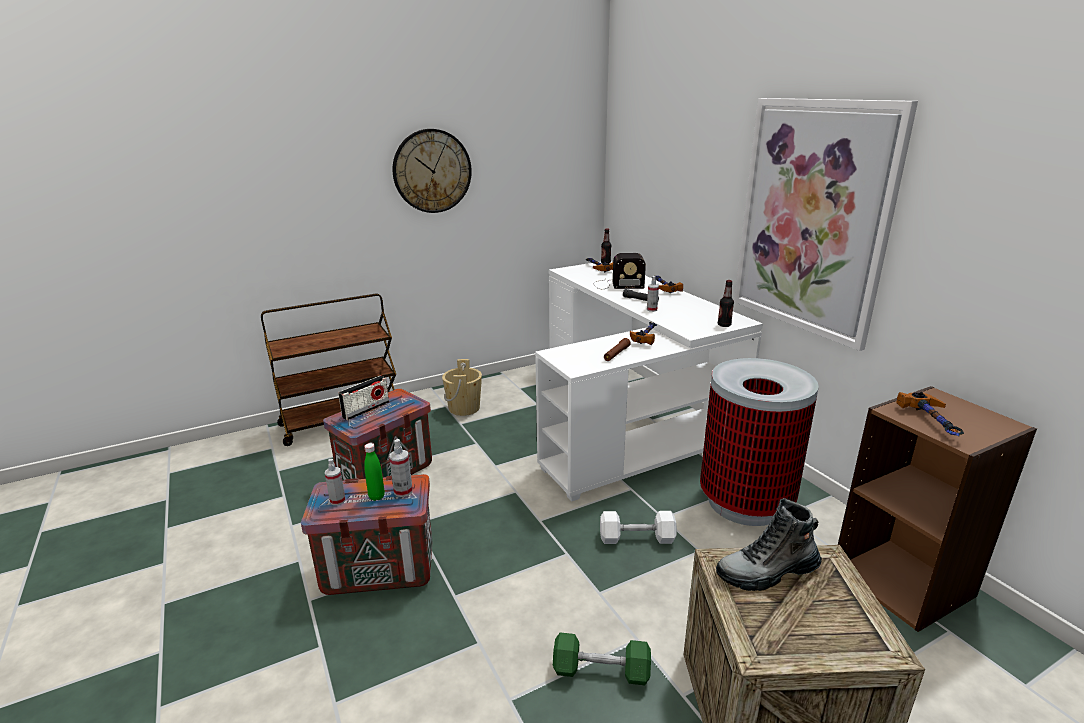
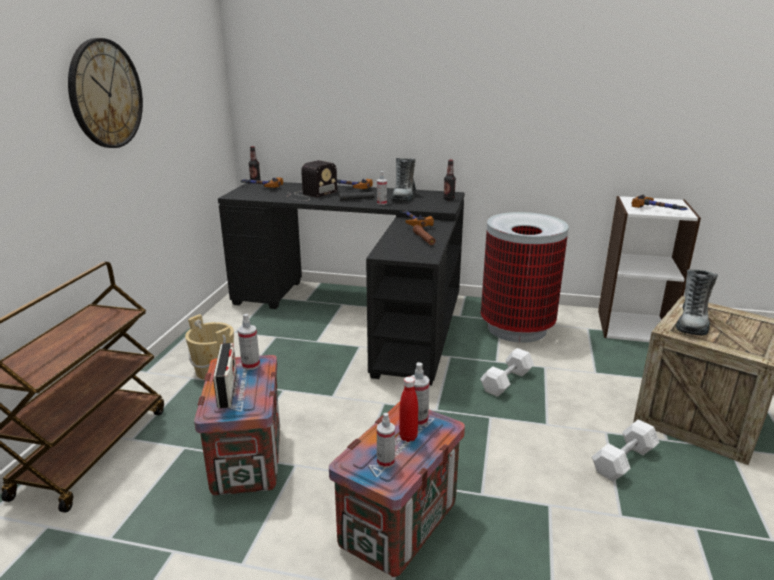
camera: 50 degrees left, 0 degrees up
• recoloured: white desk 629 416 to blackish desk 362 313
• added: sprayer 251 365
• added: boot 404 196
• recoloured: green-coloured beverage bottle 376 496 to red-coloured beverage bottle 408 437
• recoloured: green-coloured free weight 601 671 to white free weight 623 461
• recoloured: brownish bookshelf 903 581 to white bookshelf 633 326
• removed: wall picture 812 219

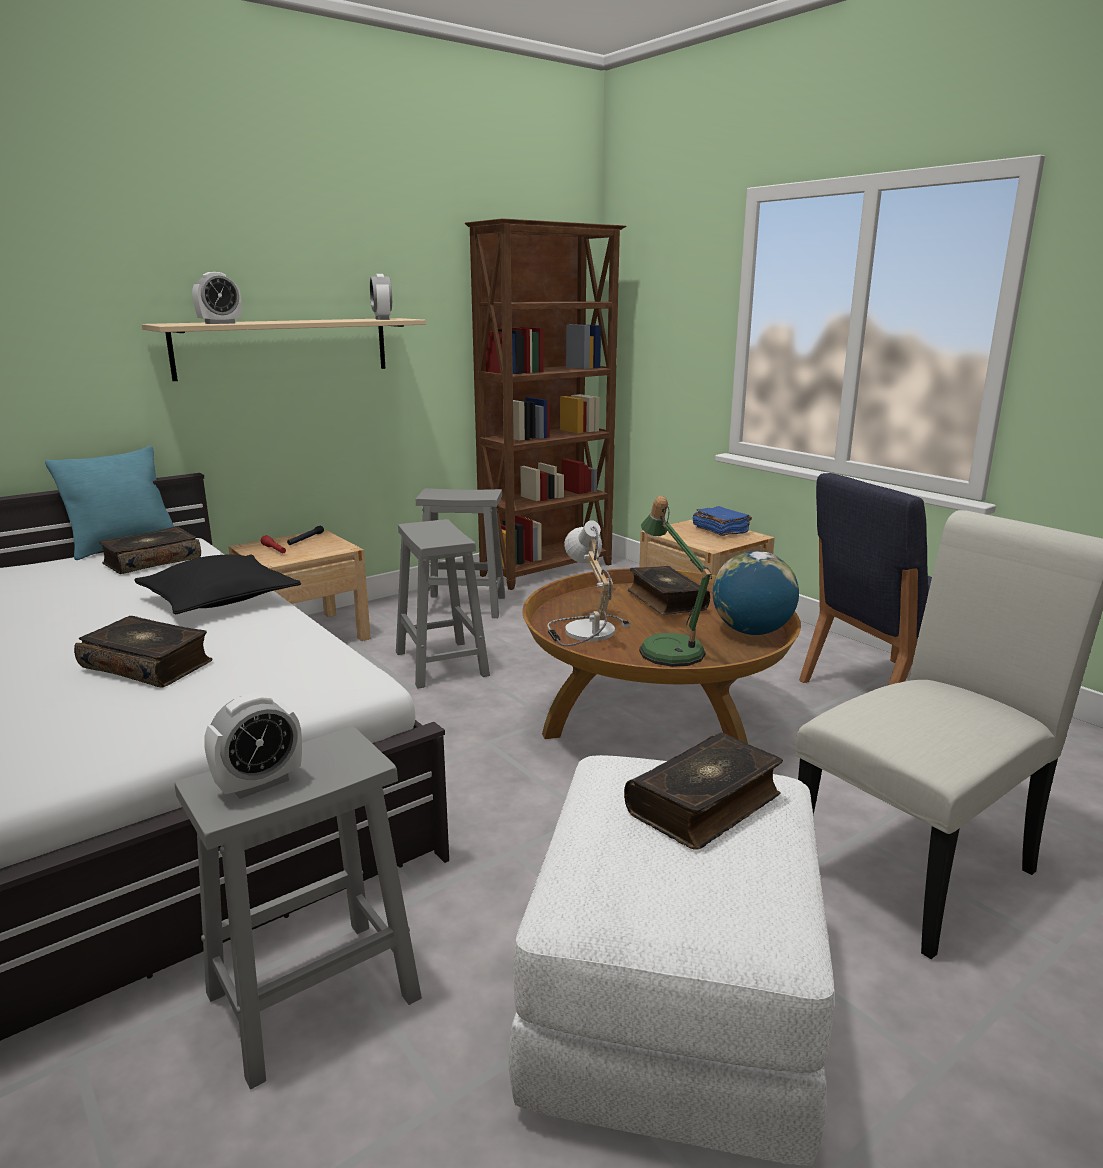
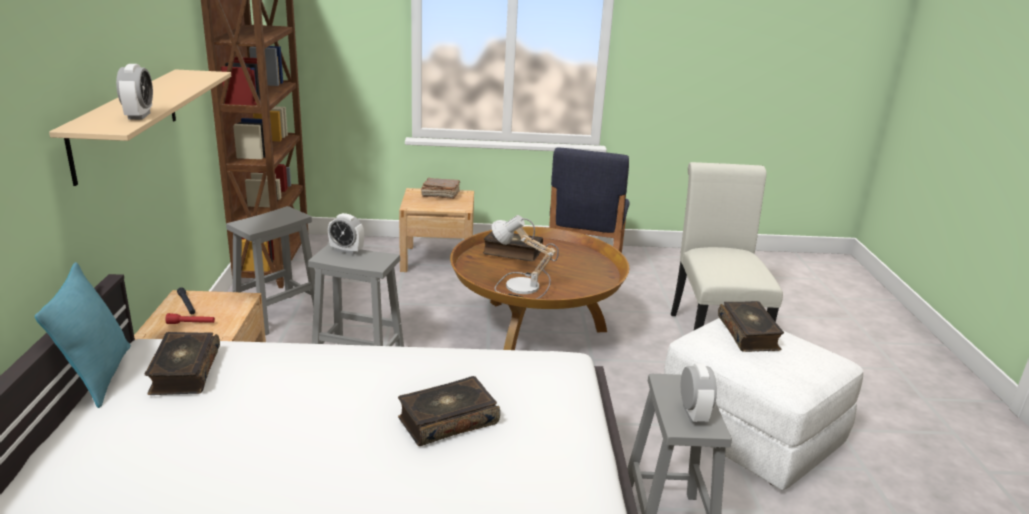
camera: 55 degrees left, 5 degrees up
• moved: alarm clock 382 319 to 346 250
• recoloured: blue volume 720 530 to brownish volume 440 195
• removed: blackish throw pillow 219 600
• removed: table lamp 668 648
• removed: globe 751 632

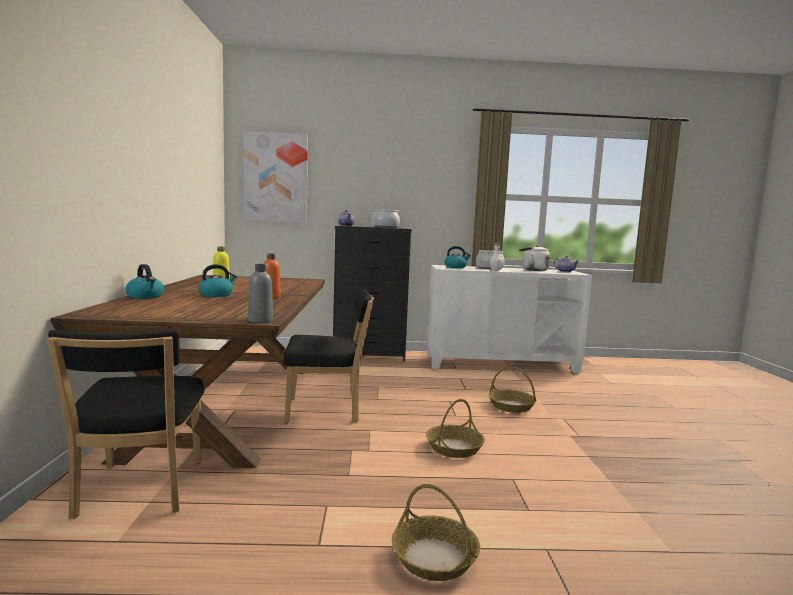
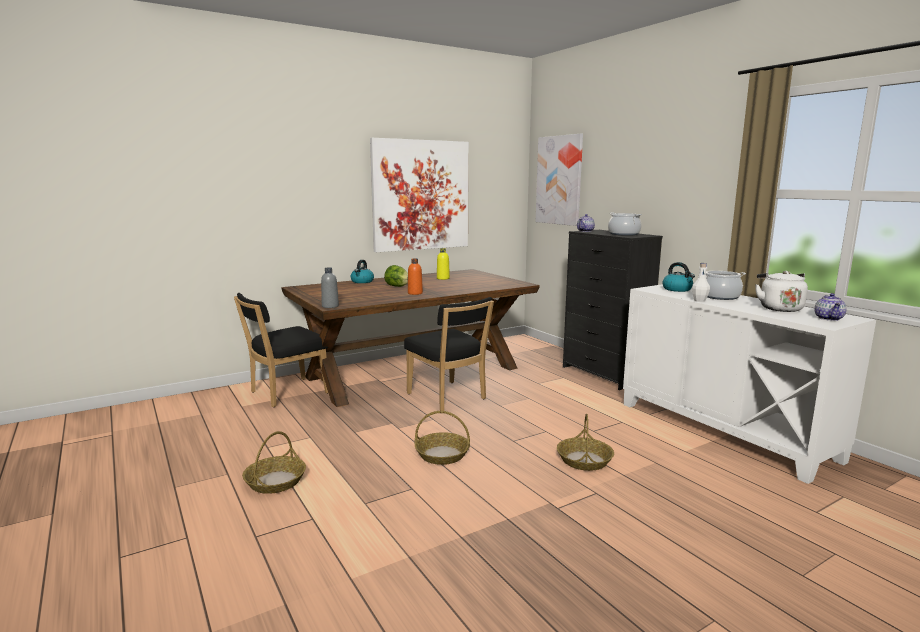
camera: 60 degrees right, 5 degrees up
• added: wall picture 421 195
• replaced: kettle 216 295 to lettuce 397 286

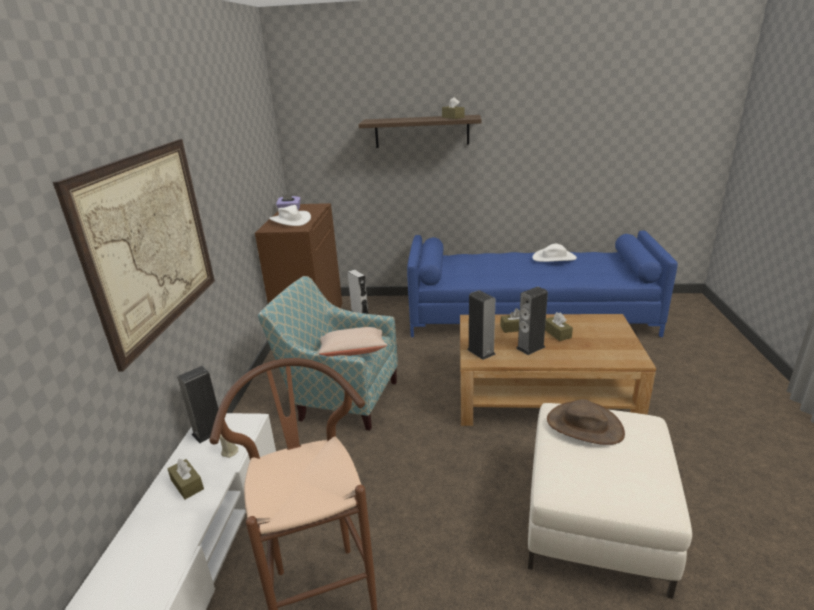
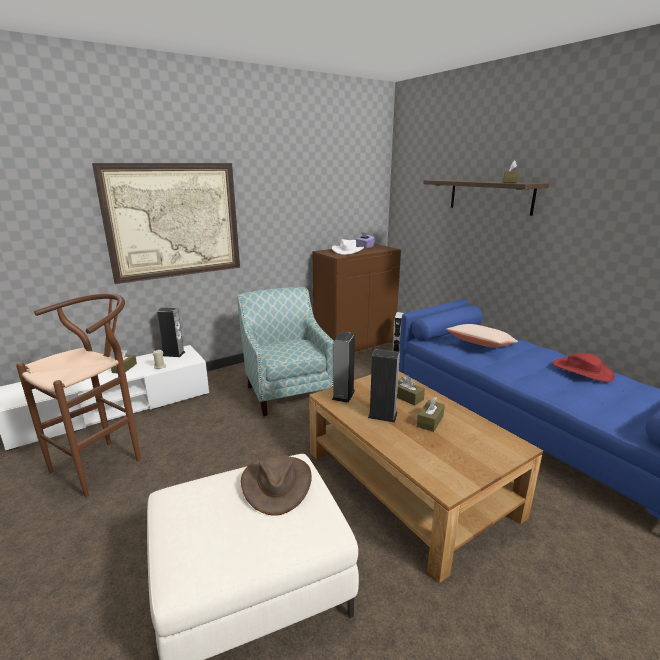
camera: 50 degrees right, 5 degrees down
• moved: beige-coloured throw pillow 353 353 to 480 345
• recoloured: white wearable hat 554 258 to red-coloured wearable hat 582 370

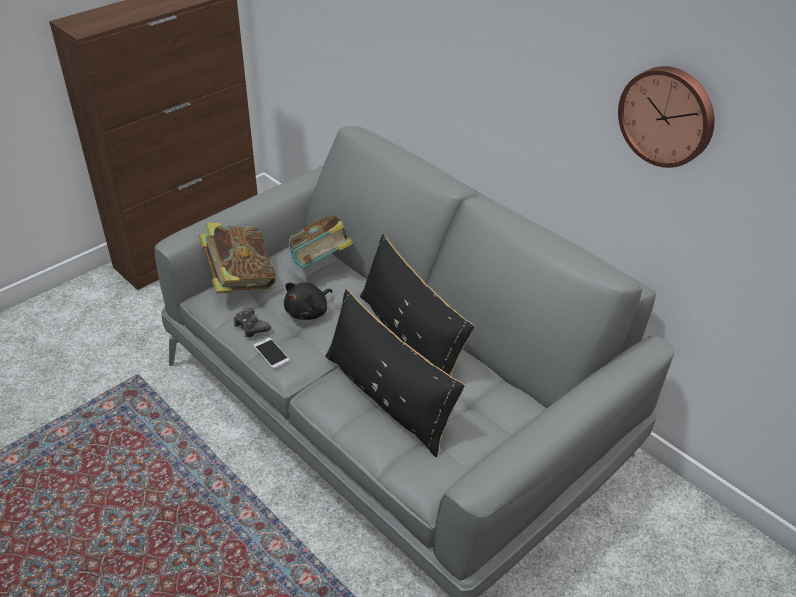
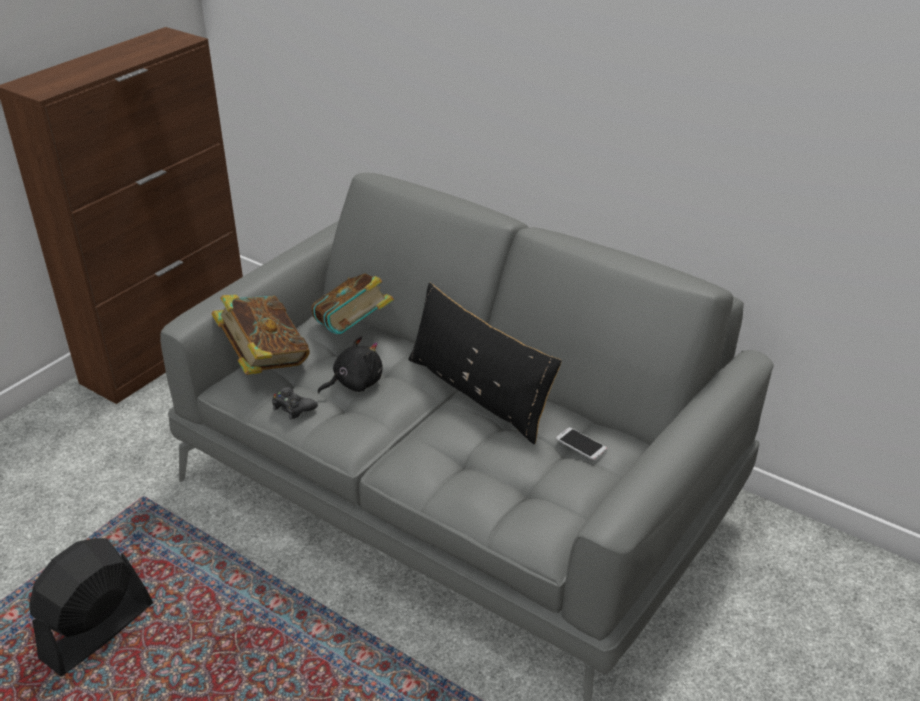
camera: 10 degrees left, 5 degrees down
• added: blackish electric fan 97 631
• turned: blackish cuddly toy 308 312 = 354 383 150 degrees counterclockwise
• moved: telephone 271 353 to 581 444
• removed: blackish throw pillow 387 397
• removed: hanging clock 668 115

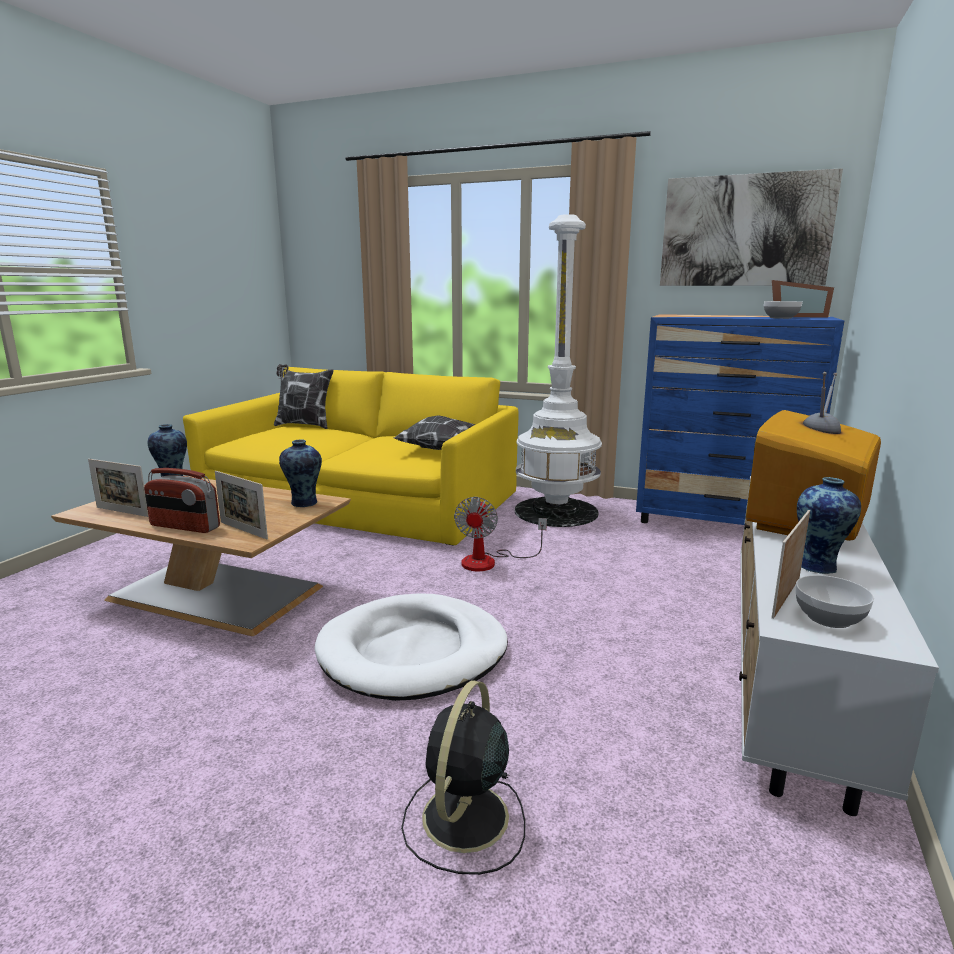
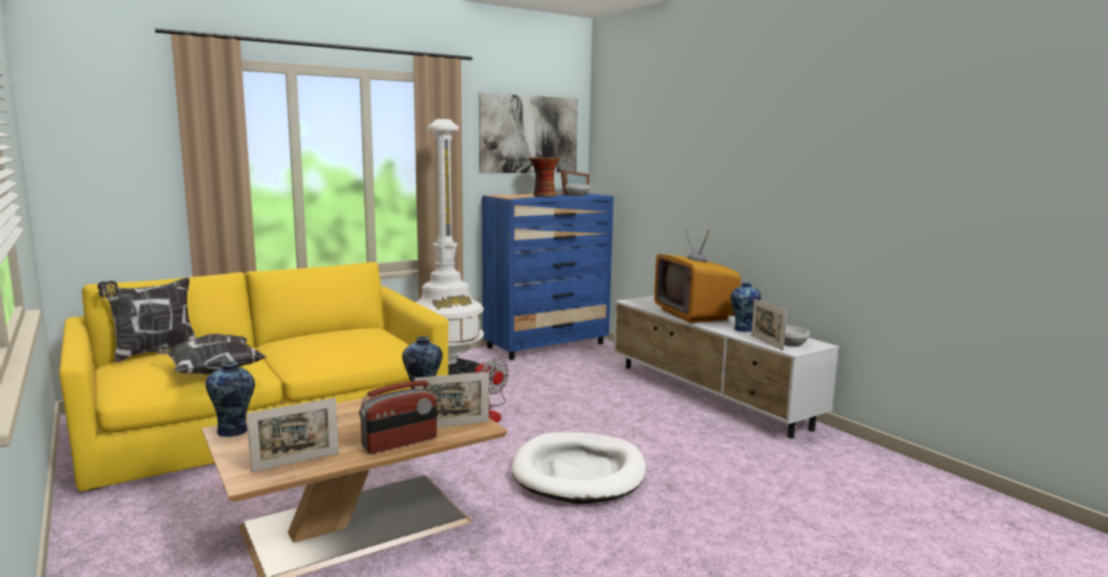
camera: 55 degrees left, 5 degrees down
• moved: throw pillow 438 449 to 212 373
• added: vase 543 196
• removed: blackish electric fan 464 820

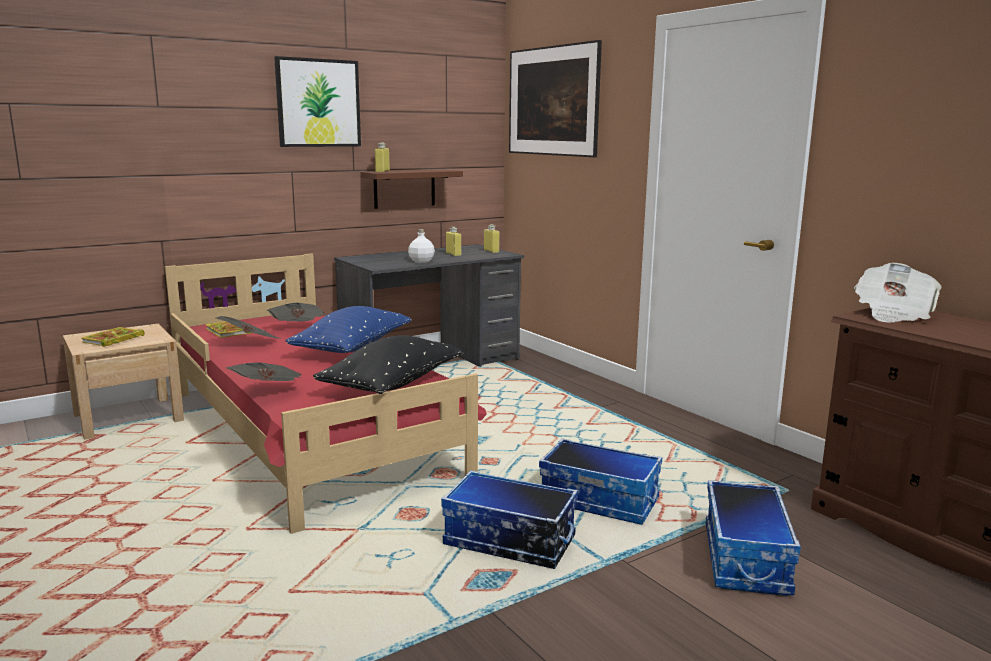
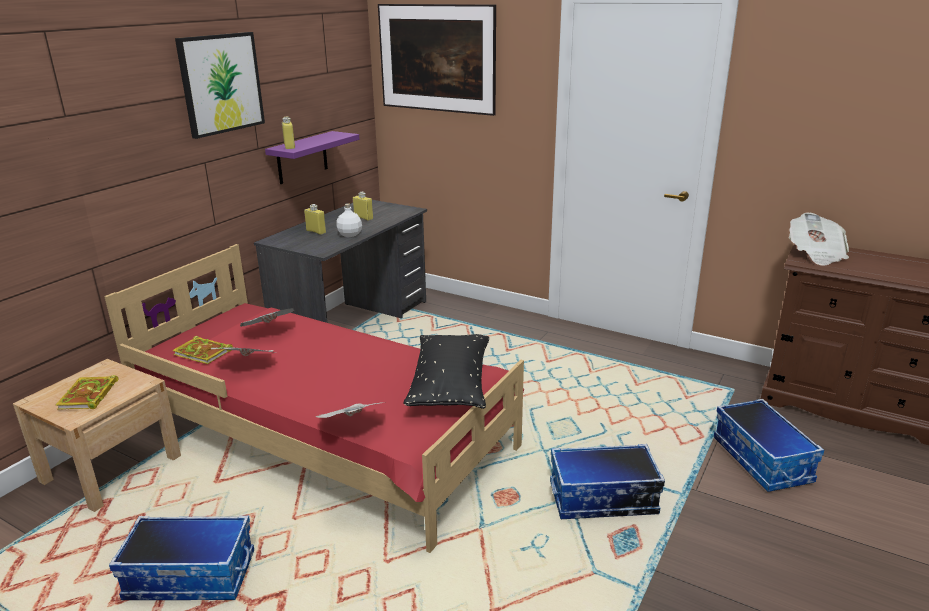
camera: 25 degrees left, 10 degrees up
• moved: storage box 600 501 to 192 575
• recoloured: brownish bracket shelf 404 188 to purple bracket shelf 302 158
• moved: yellow-coloured beverage bottle 491 251 to 316 232
• removed: blue throw pillow 352 348

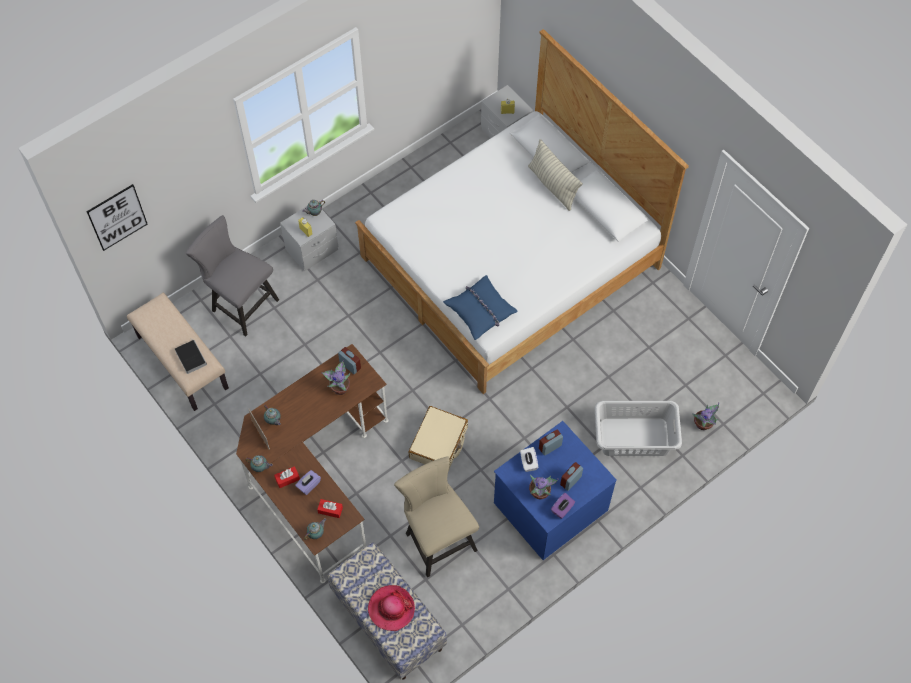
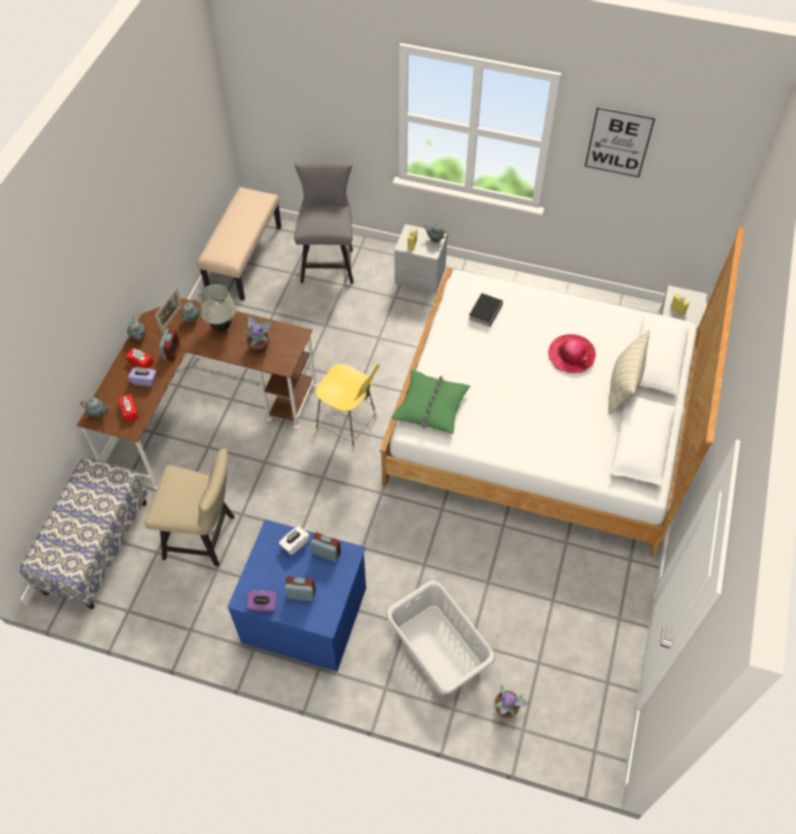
camera: 55 degrees right, 5 degrees down
• turned: beige-coloured upright chair 437 538 = 205 537 75 degrees clockwise
• moved: alarm clock 350 365 to 172 352
• added: white table lamp 222 327
• added: yellow-coloured stool 348 425
• recoloured: blue throw pillow 480 310 to green-coloured throw pillow 431 406
• moved: volume 190 357 to 485 310
• moved: wearable hat 391 608 to 571 355
• moved: wall picture 117 217 to 618 142
• removed: beige-coloured piece of luggage 439 443
• removed: houseplant 540 493

